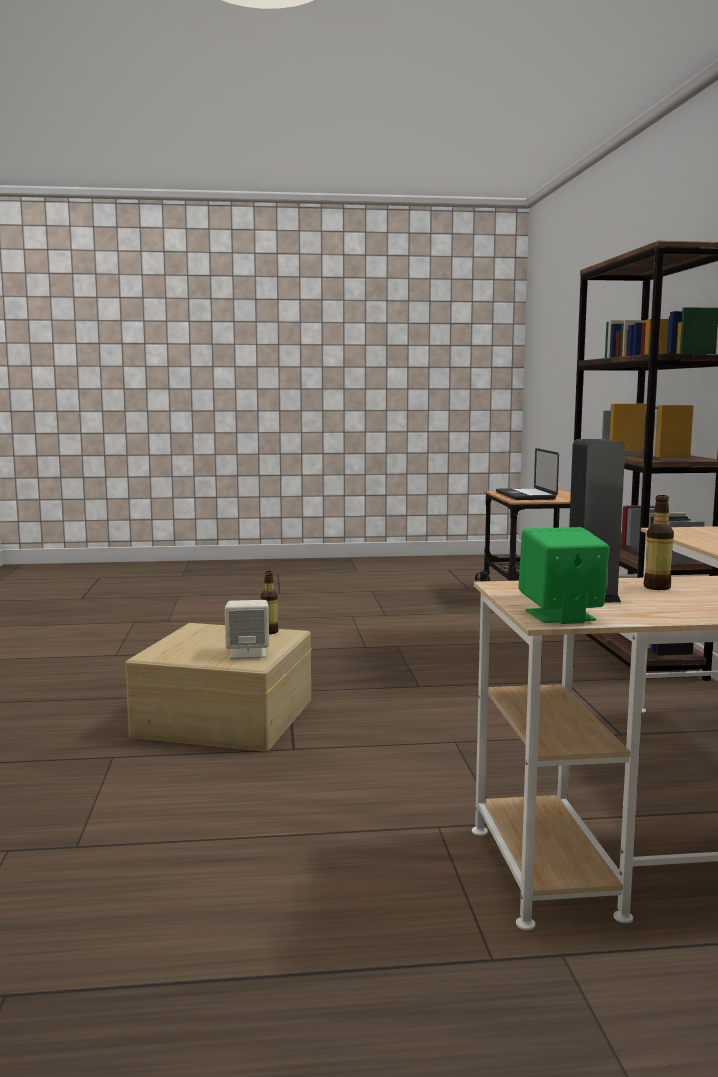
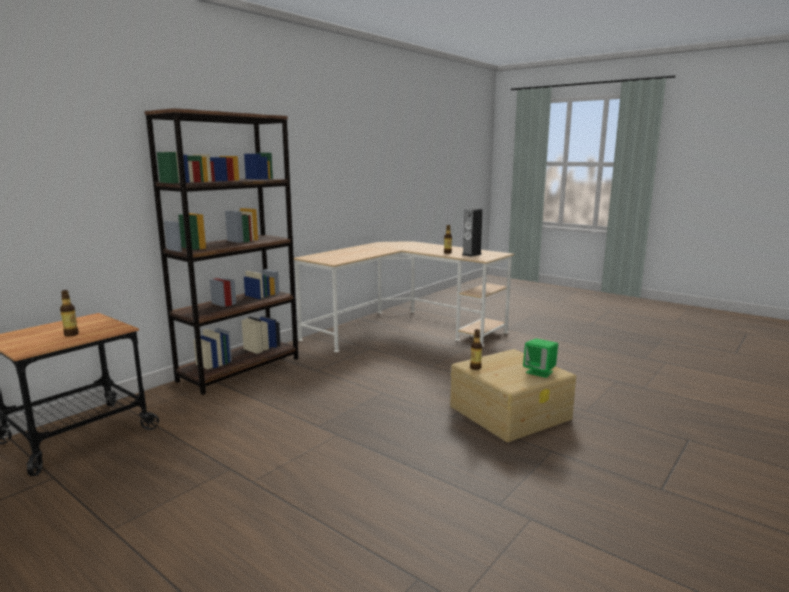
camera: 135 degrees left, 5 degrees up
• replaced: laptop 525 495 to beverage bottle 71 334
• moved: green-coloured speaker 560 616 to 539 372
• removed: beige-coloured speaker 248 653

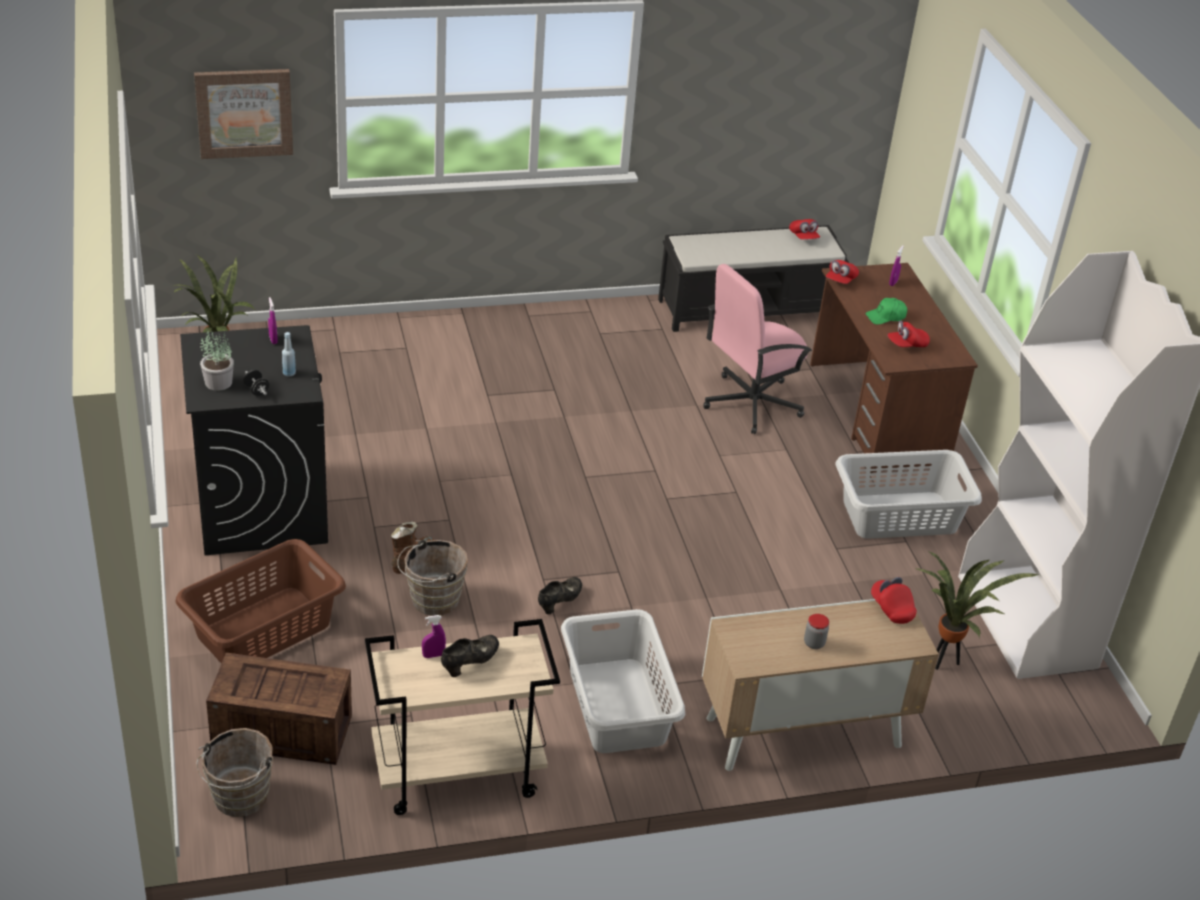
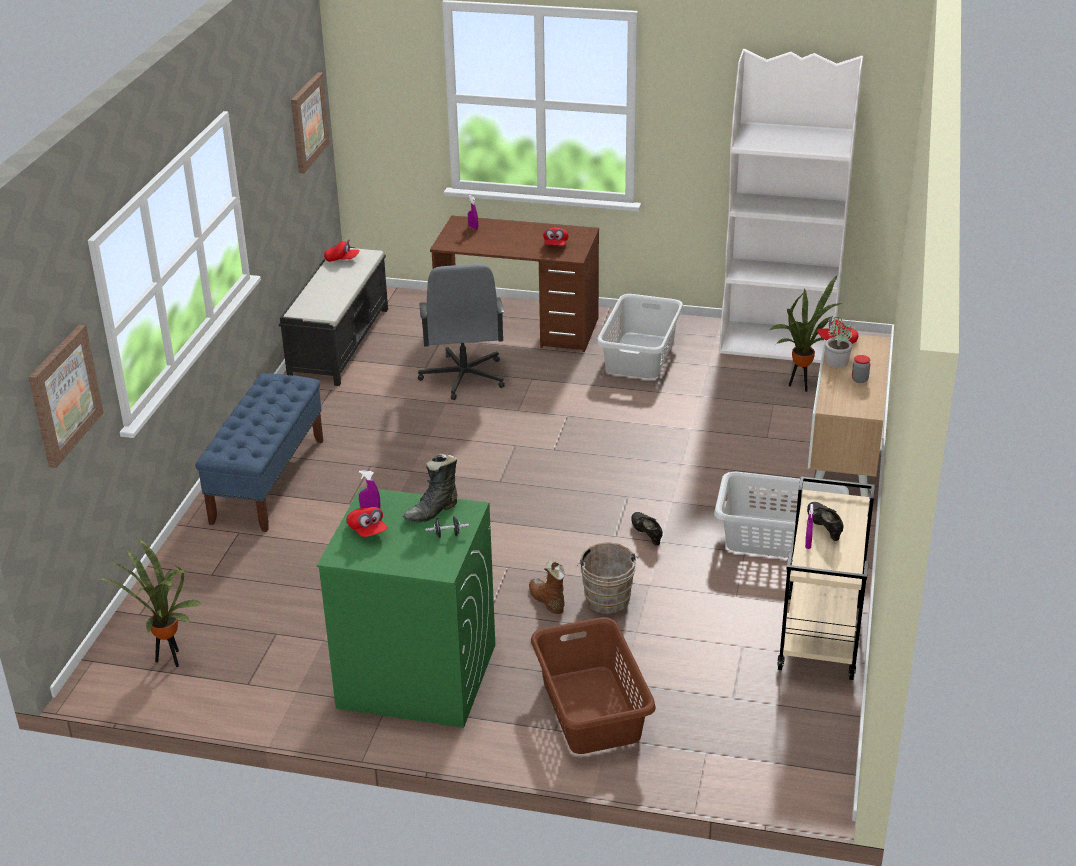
camera: 60 degrees left, 5 degrees down
• added: blue indoor bench 268 480
• added: wall picture 308 122
• recoloured: blackish washing machine 260 507 to green-coloured washing machine 416 676
• moved: red-coloured cap 841 280 to 367 531
• replaced: blue beverage bottle 289 373 to blackish boot 432 512
• recoloured: pink desk chair 750 403 to greyish desk chair 463 377
• moved: houseplant 218 382 to 836 362
• removed: brownish bucket 238 799
• removed: shipping crate 284 731
• removed: green-coloured cap 886 317

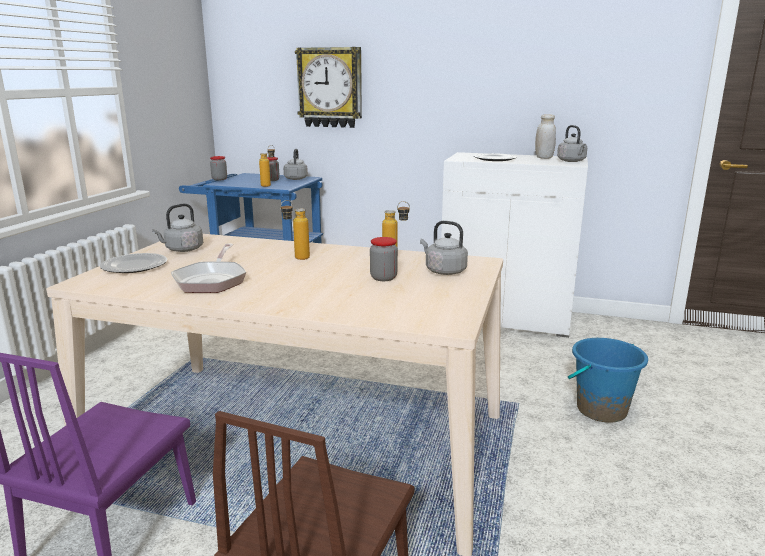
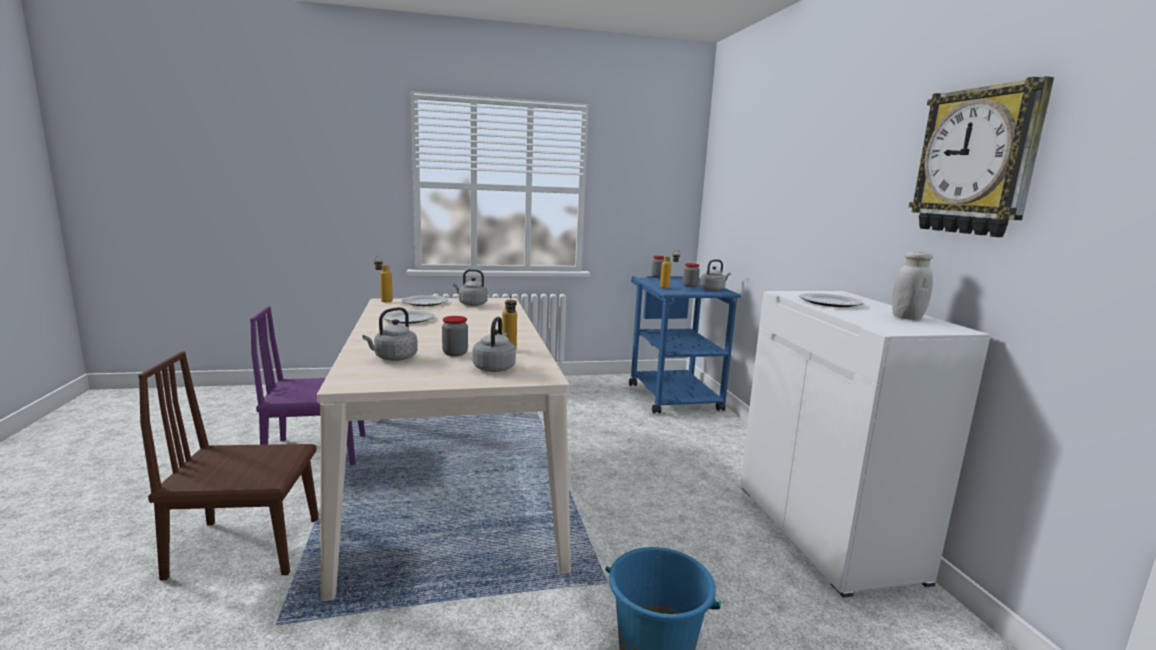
camera: 60 degrees right, 5 degrees down
• moved: greyish kettle 572 161 to 394 358
• moved: beverage bottle 296 258 to 383 300
• replaced: skillet 212 280 to dinner plate 409 319
• moved: hanging clock 330 88 to 977 162

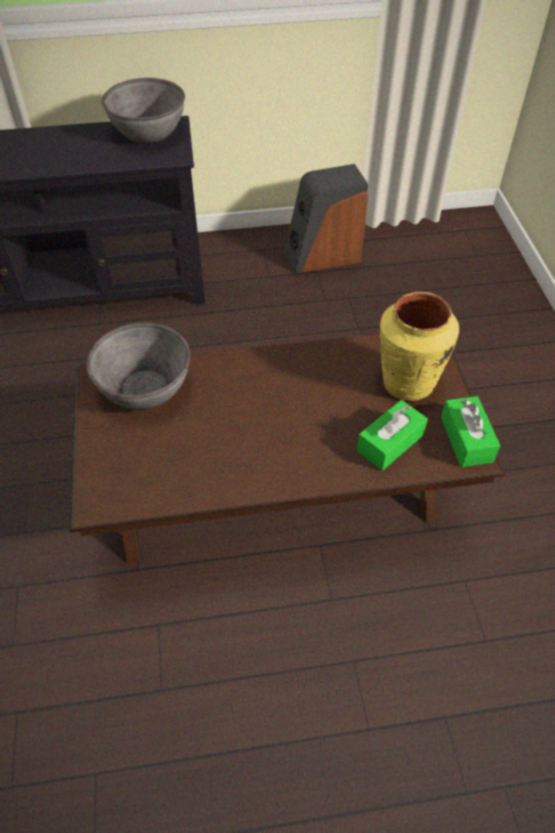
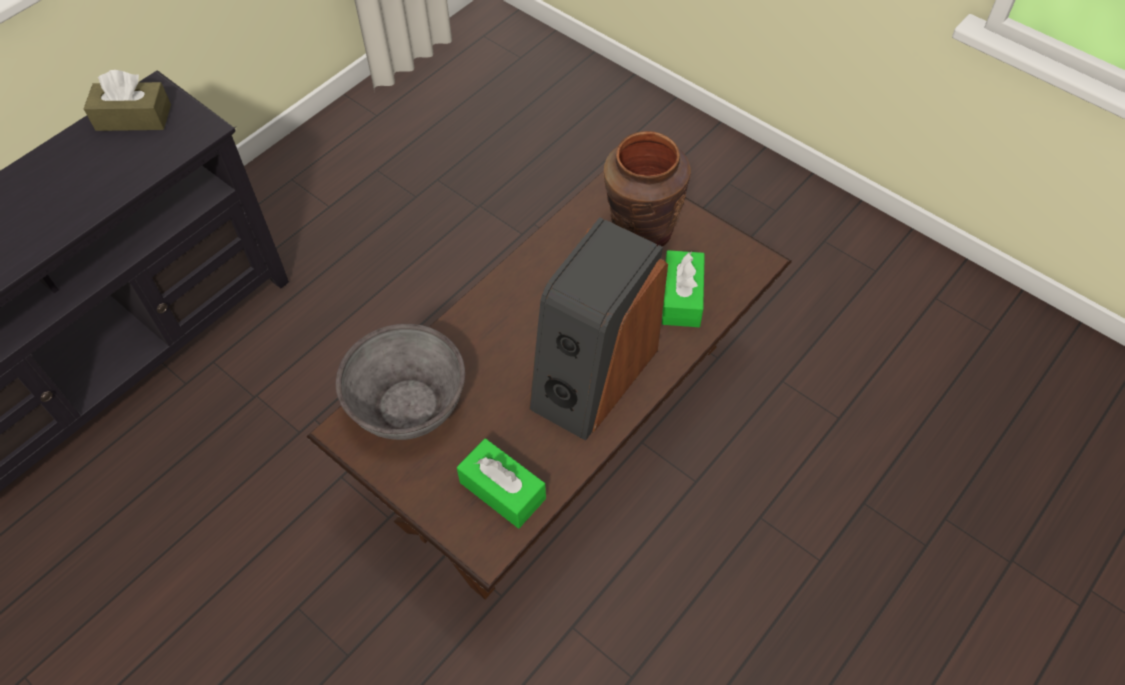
camera: 40 degrees left, 5 degrees up
• replaced: greyish deep dish 148 132 to brownish tissue box 133 117
• moved: green-coloured tissue box 466 439 to 502 490
• moved: speaker 322 256 to 592 376
• recoloured: yellow-coloured vase 407 382 to brownish vase 642 231

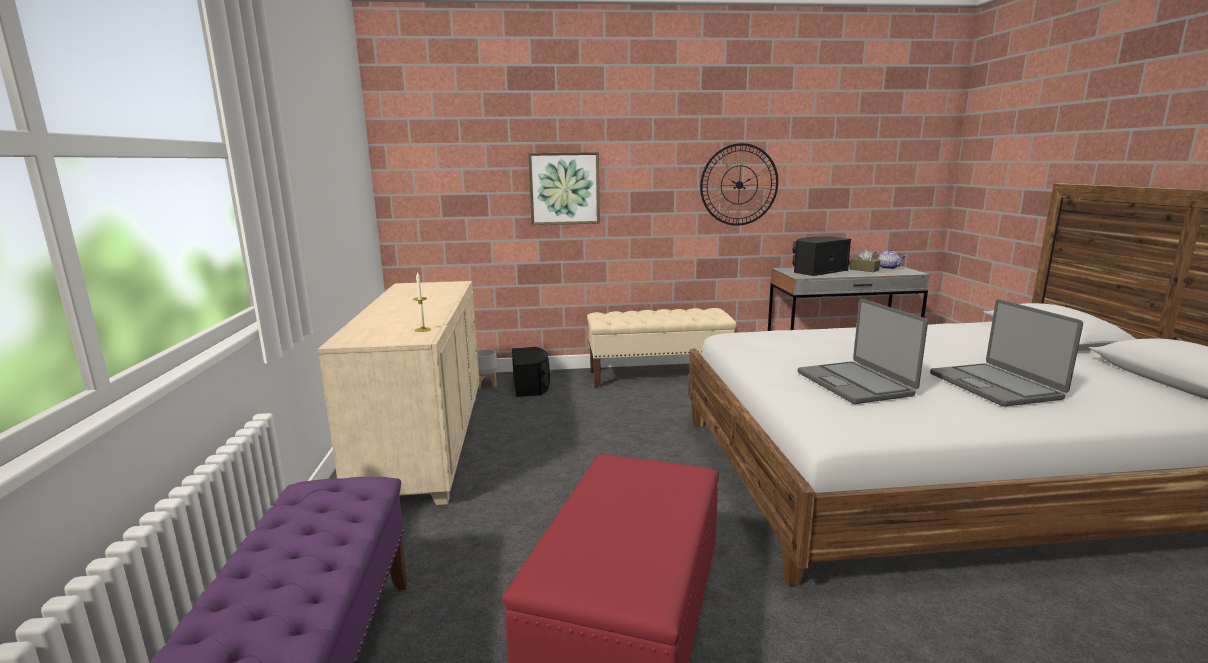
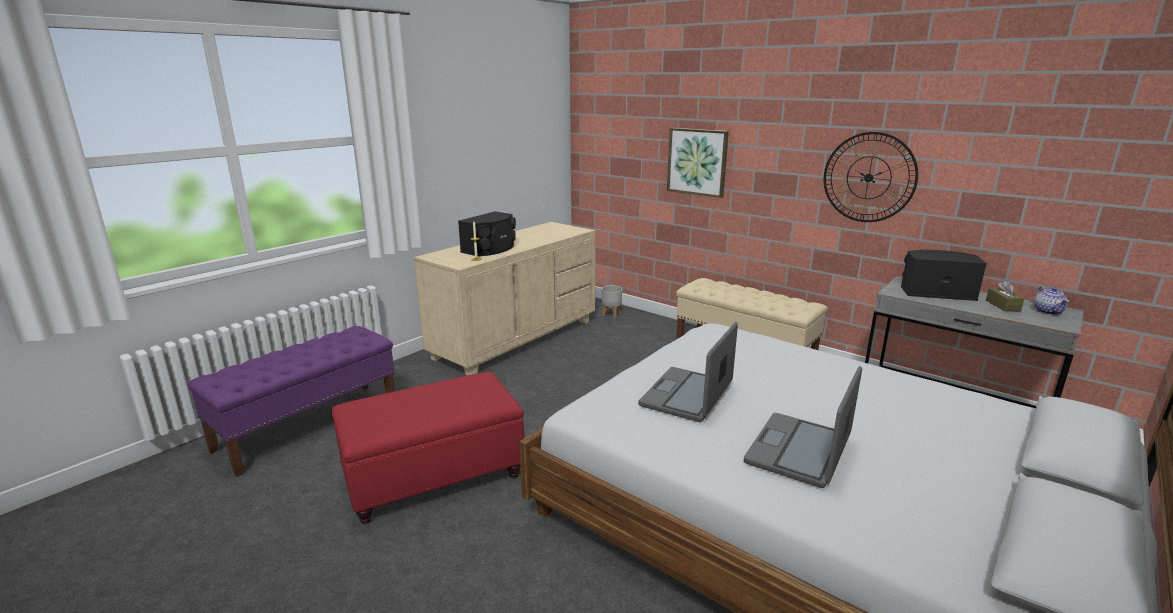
camera: 45 degrees right, 5 degrees up
• moved: blackish speaker 531 386 to 491 249

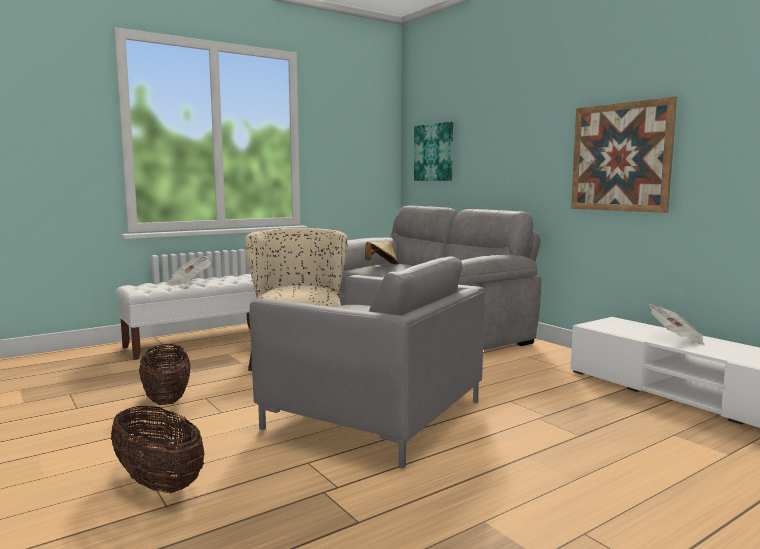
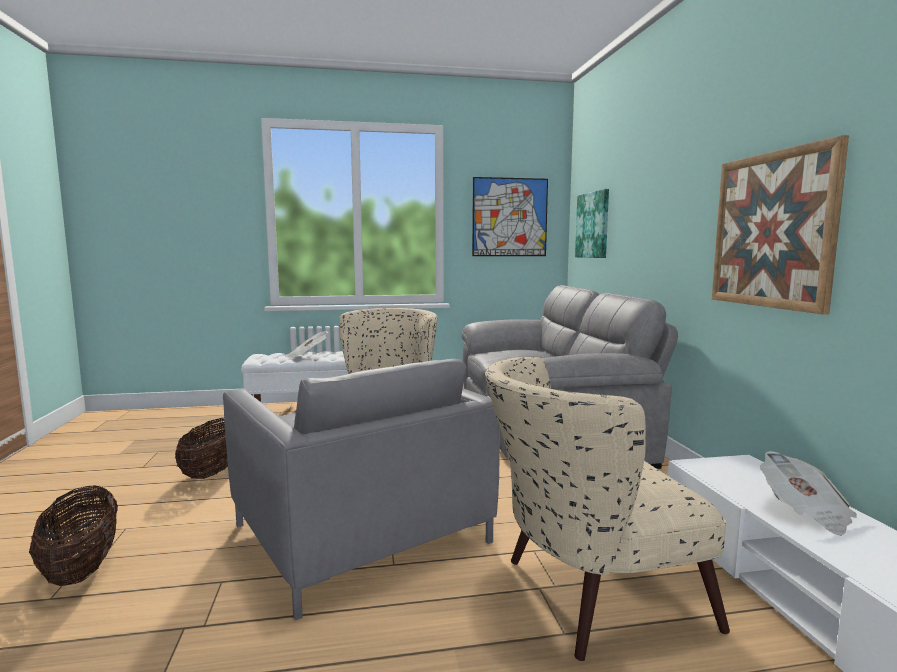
camera: 25 degrees right, 0 degrees up
• added: wall picture 509 217
• added: beige-coloured easy chair 585 596
• removed: beige-coloured wearable hat 382 265

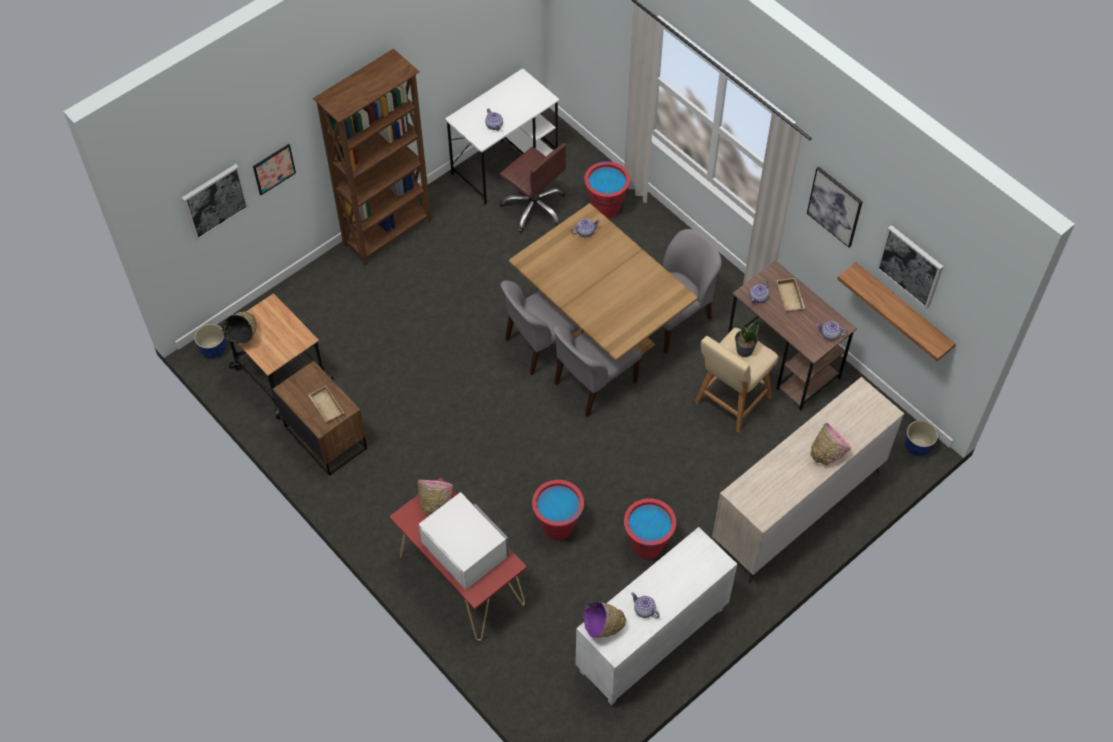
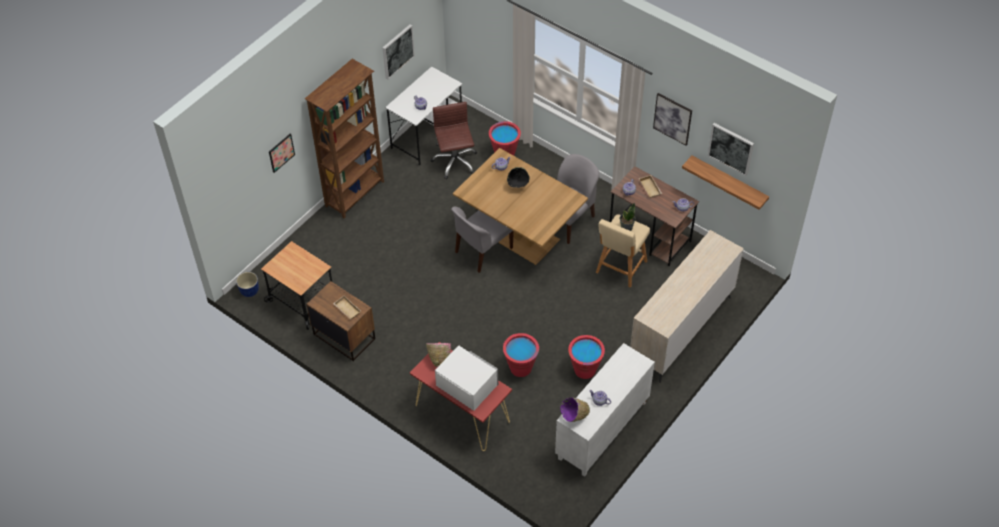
camera: 10 degrees left, 5 degrees down
• moved: wall picture 214 201 to 397 51
• turned: brownish desk chair 534 207 = 455 162 135 degrees counterclockwise
• moved: blackish deep dish 244 337 to 518 185
• removed: greyish upright chair 593 383
• removed: pink deep dish 827 453
• removed: plant pot 916 447

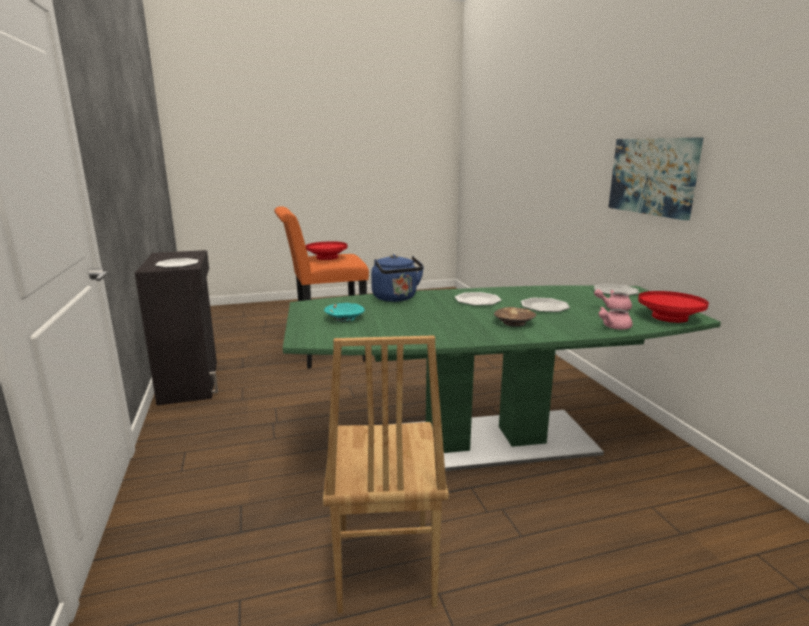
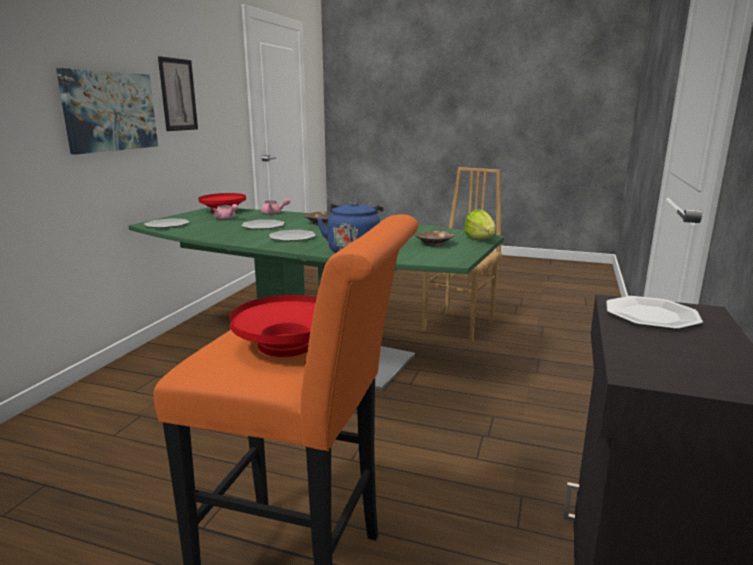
camera: 145 degrees left, 0 degrees up
• added: wall picture 178 95
• recoloured: blue-green deep dish 344 318 to brownish deep dish 434 244
• added: lettuce 480 239

